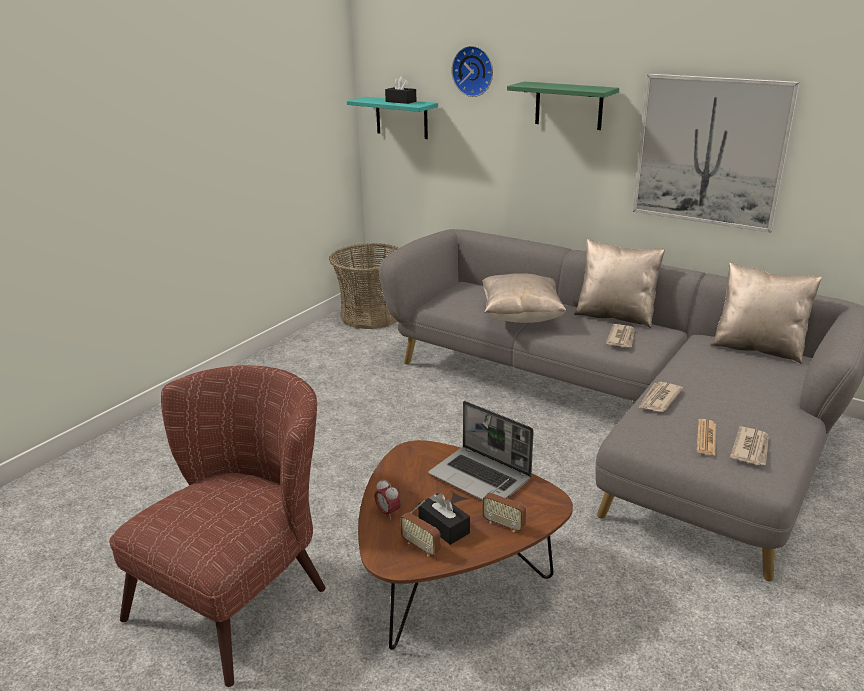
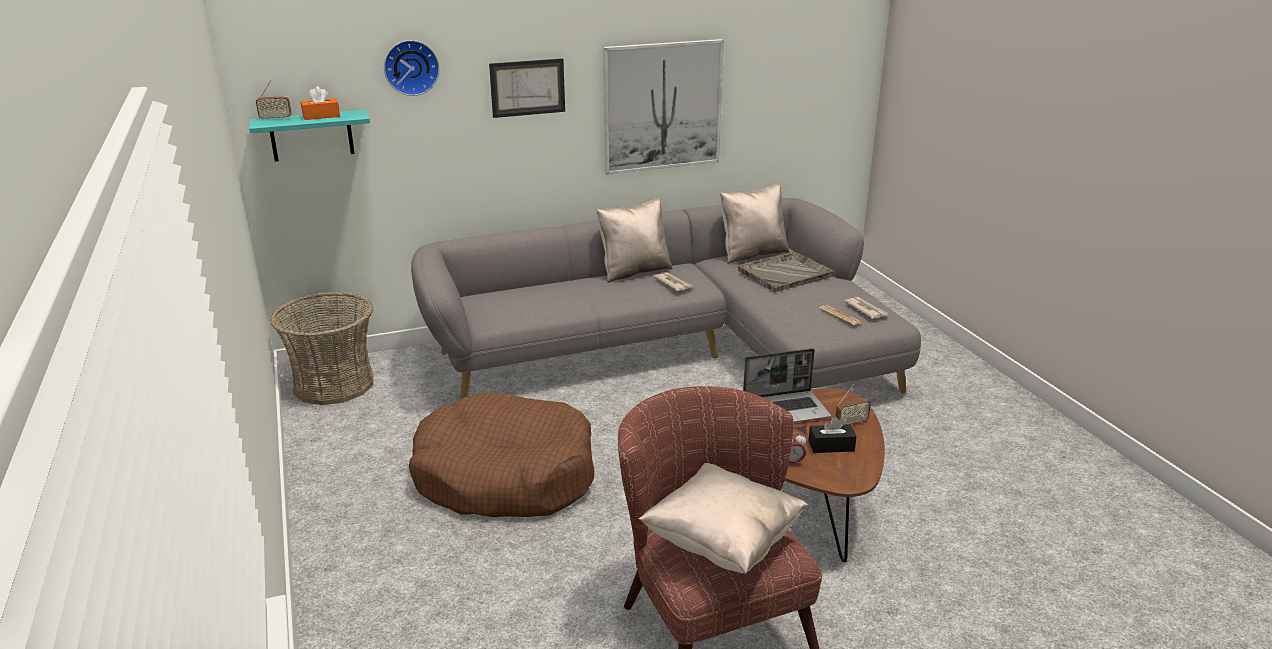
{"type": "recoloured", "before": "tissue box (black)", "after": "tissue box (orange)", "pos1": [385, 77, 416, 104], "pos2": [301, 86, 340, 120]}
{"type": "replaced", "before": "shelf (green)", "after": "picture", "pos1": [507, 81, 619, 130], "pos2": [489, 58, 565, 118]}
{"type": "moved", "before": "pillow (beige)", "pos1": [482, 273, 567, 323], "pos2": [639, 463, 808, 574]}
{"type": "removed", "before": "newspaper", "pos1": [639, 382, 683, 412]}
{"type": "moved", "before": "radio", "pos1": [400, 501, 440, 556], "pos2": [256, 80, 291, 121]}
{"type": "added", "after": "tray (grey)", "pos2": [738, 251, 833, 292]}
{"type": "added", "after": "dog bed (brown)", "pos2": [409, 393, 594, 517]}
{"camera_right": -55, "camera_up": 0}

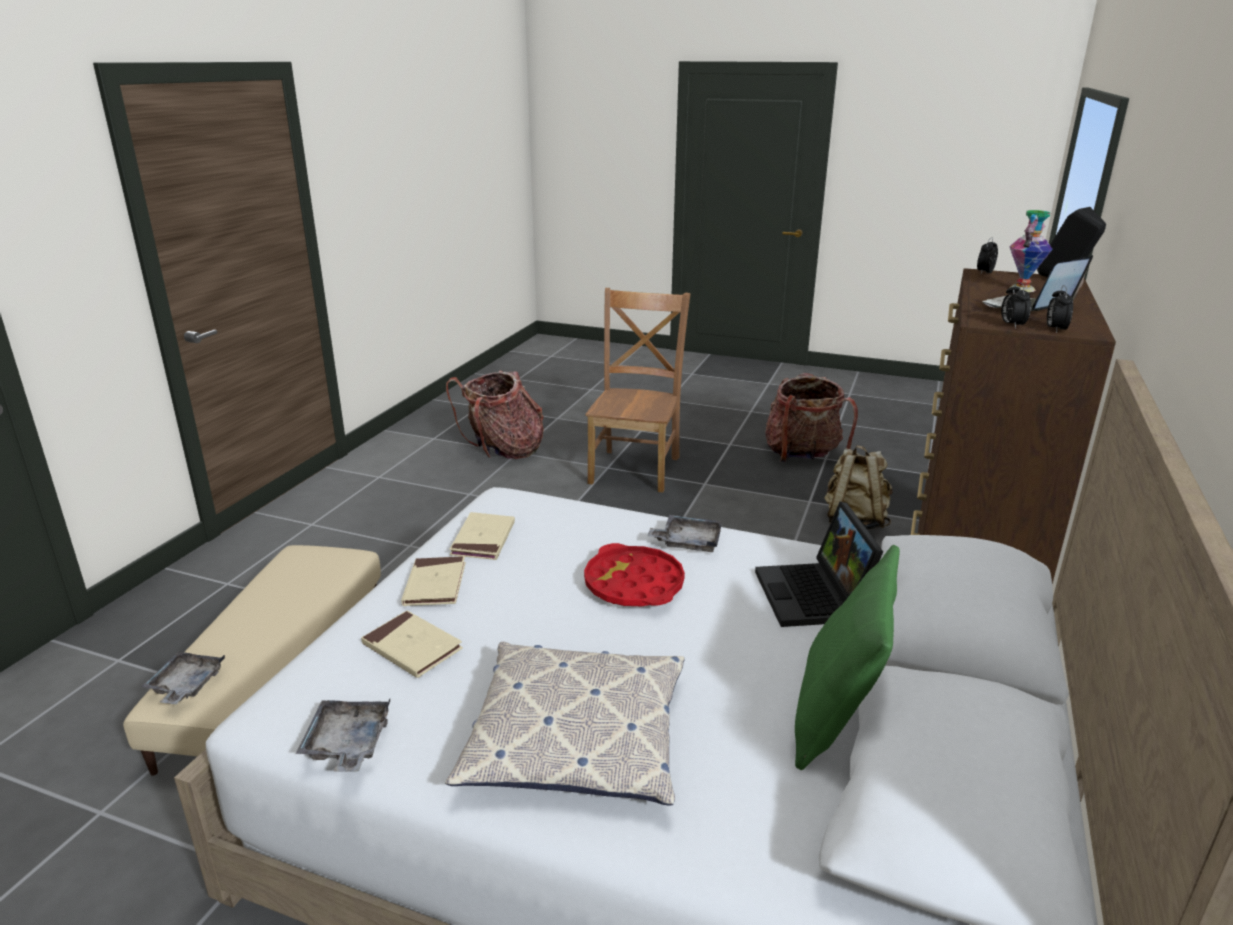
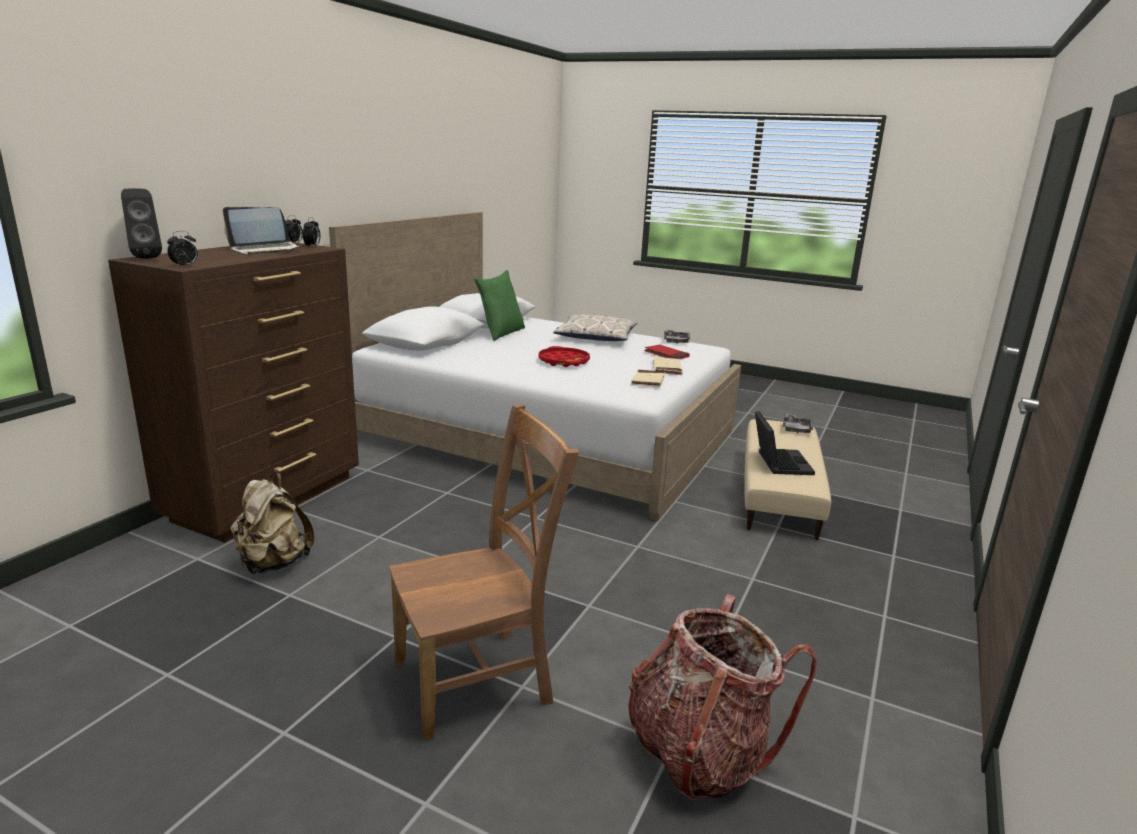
{"type": "removed", "before": "vase", "pos1": [1009, 210, 1053, 292]}
{"type": "turned", "before": "chair (brown)", "pos1": [586, 288, 690, 492], "pos2": [389, 403, 579, 741], "turn": -135}
{"type": "removed", "before": "backpack", "pos1": [765, 373, 858, 462]}
{"type": "moved", "before": "laptop", "pos1": [755, 502, 883, 627], "pos2": [755, 411, 815, 475]}
{"type": "removed", "before": "tray (grey)", "pos1": [647, 515, 722, 552]}
{"type": "recoloured", "before": "book (beige)", "after": "book (red)", "pos1": [361, 611, 463, 678], "pos2": [644, 344, 690, 359]}
{"camera_right": -175, "camera_up": -5}

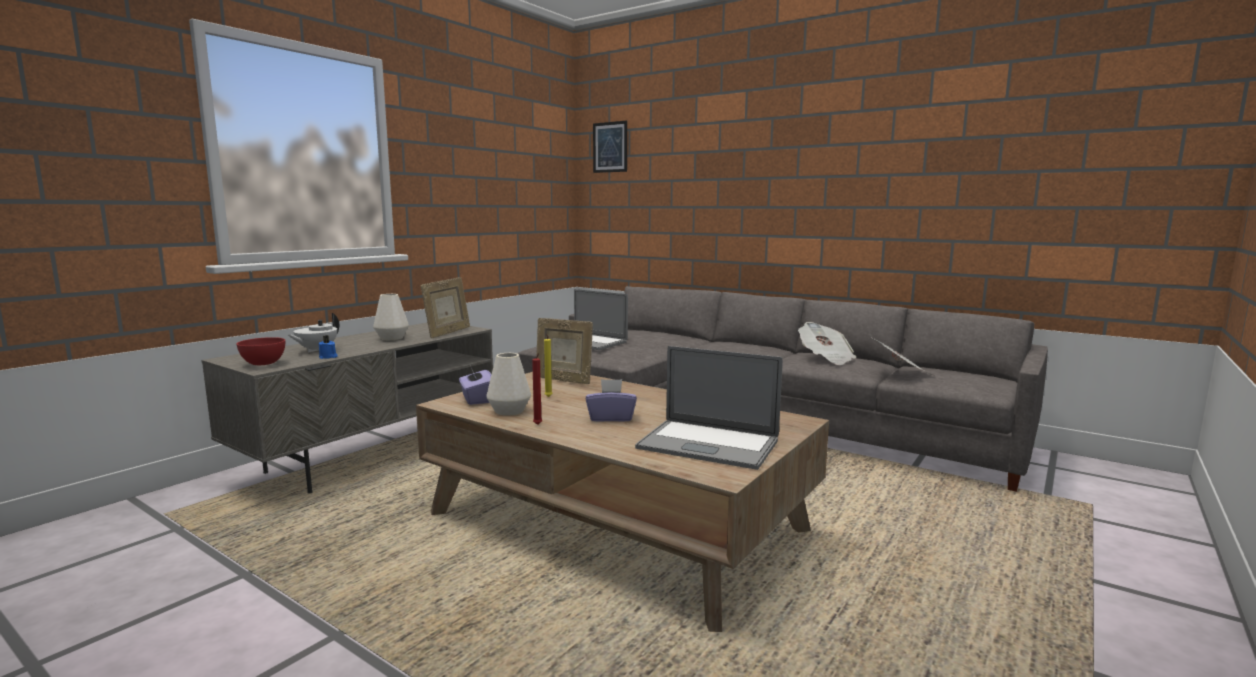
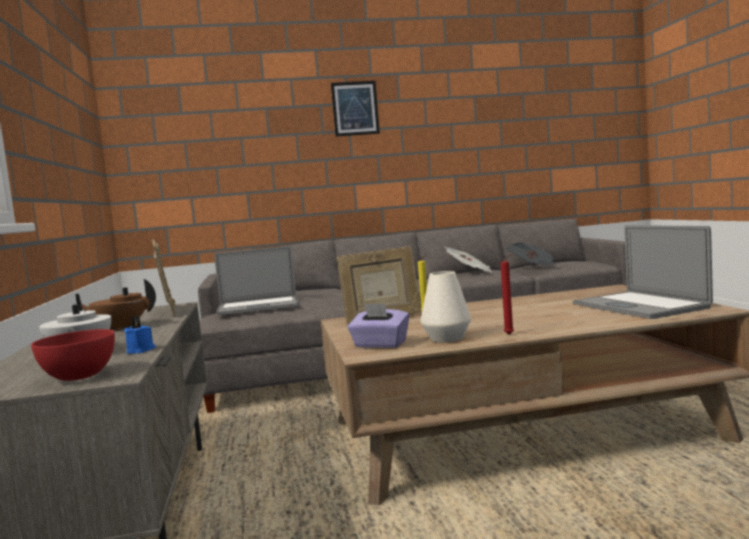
{"type": "moved", "before": "picture", "pos1": [593, 120, 627, 173], "pos2": [331, 81, 380, 136]}
{"type": "replaced", "before": "vase (white)", "after": "teapot (brown)", "pos1": [373, 294, 409, 340], "pos2": [81, 279, 156, 331]}
{"type": "turned", "before": "laptop", "pos1": [635, 346, 783, 470], "pos2": [573, 225, 713, 319], "turn": 90}
{"type": "removed", "before": "tissue box (purple)", "pos1": [586, 379, 637, 422]}
{"camera_right": -45, "camera_up": -5}

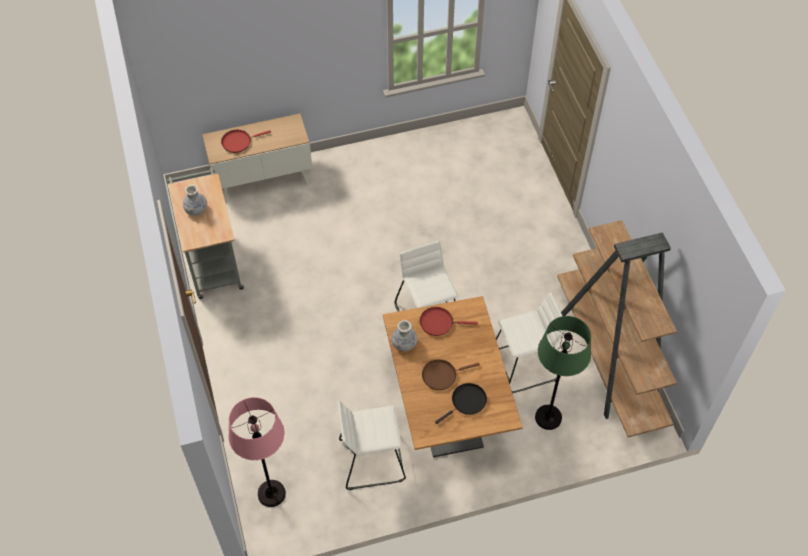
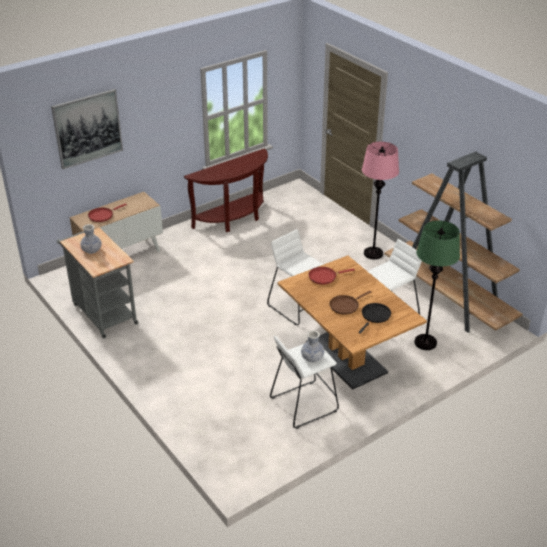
{"type": "moved", "before": "vase", "pos1": [392, 320, 417, 351], "pos2": [301, 330, 324, 362]}
{"type": "moved", "before": "floor lamp (pink)", "pos1": [228, 397, 286, 507], "pos2": [362, 142, 399, 259]}
{"type": "added", "after": "picture", "pos2": [51, 89, 123, 169]}
{"type": "added", "after": "console table (brown)", "pos2": [184, 149, 268, 232]}
{"camera_right": -20, "camera_up": -20}

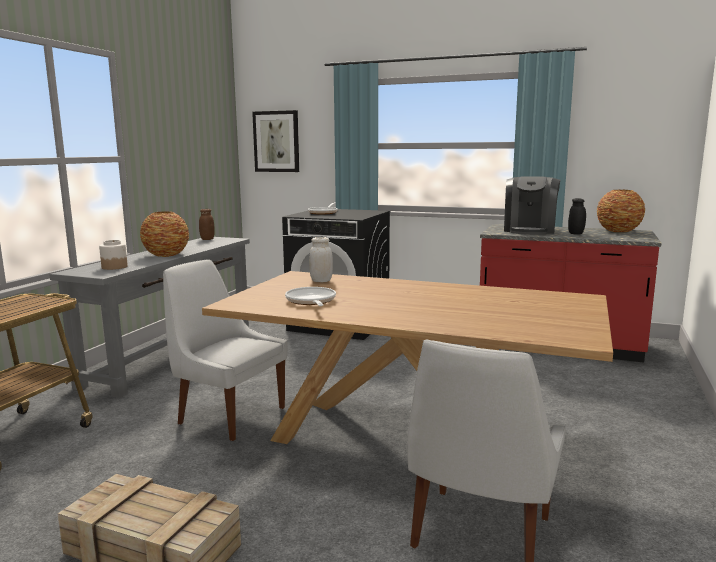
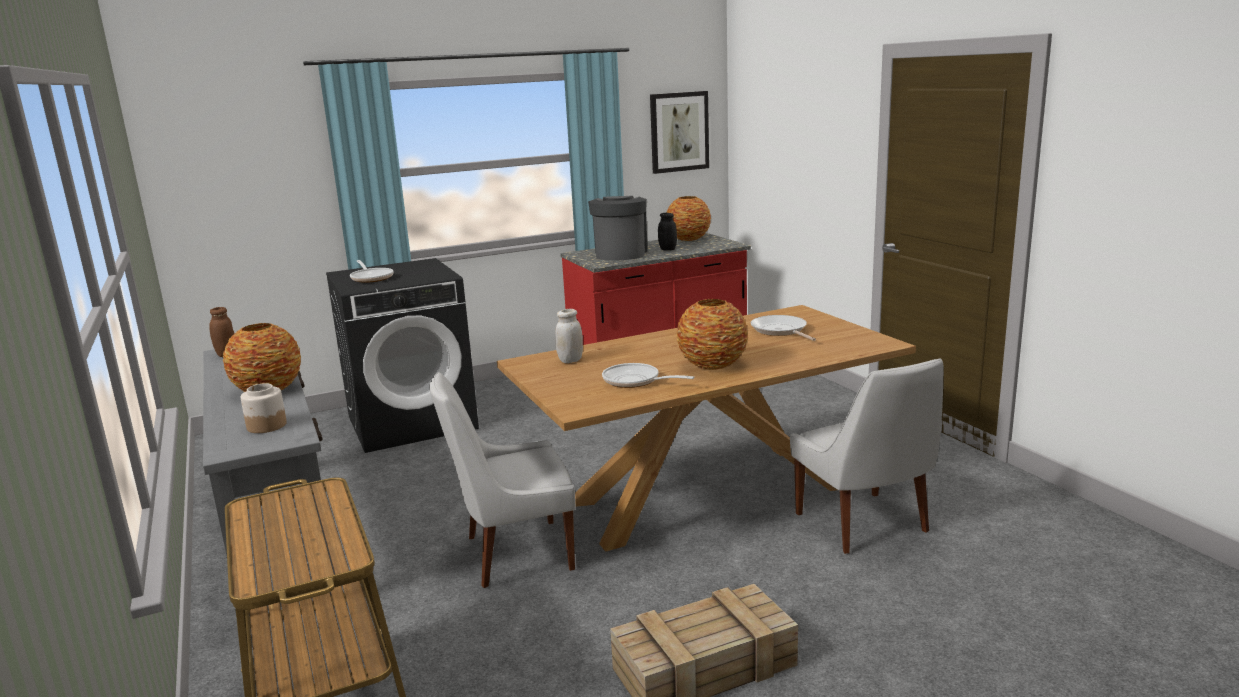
{"type": "moved", "before": "picture", "pos1": [252, 110, 299, 172], "pos2": [650, 91, 709, 174]}
{"type": "turned", "before": "coffee machine", "pos1": [504, 176, 560, 235], "pos2": [588, 196, 648, 260], "turn": -150}
{"type": "added", "after": "vase", "pos2": [677, 299, 748, 370]}
{"type": "added", "after": "frying pan", "pos2": [751, 315, 816, 341]}
{"camera_right": -45, "camera_up": 5}

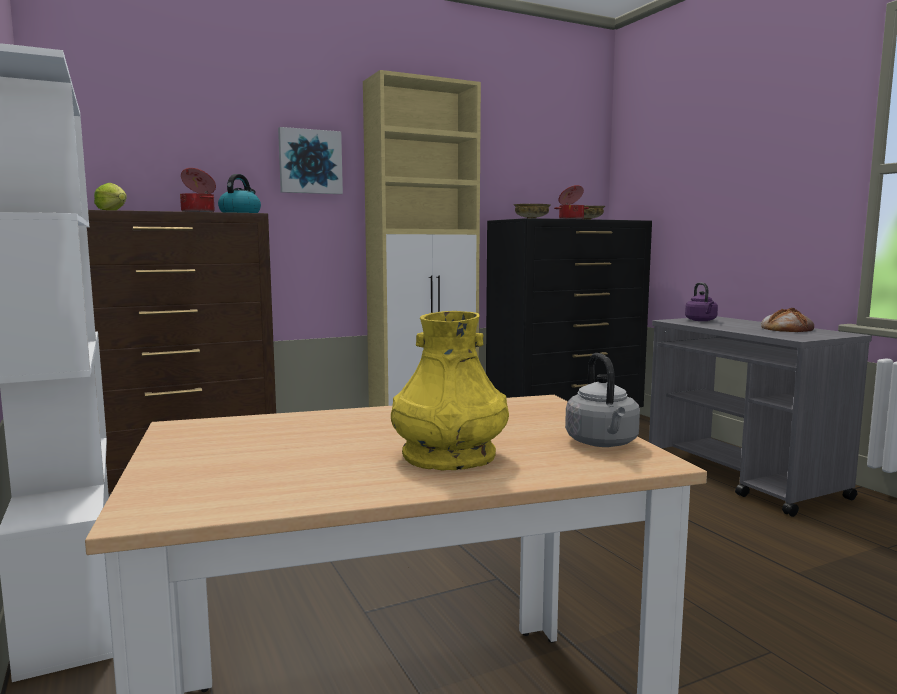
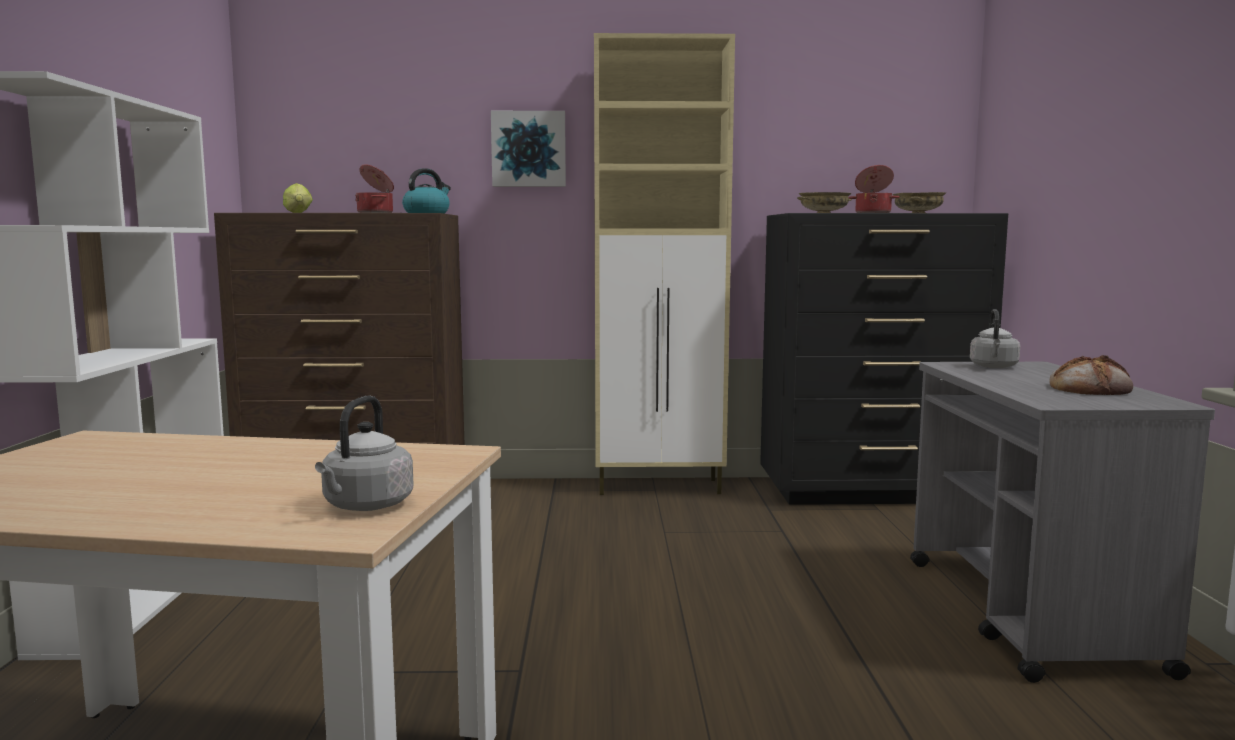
{"type": "recoloured", "before": "kettle (purple)", "after": "kettle (grey)", "pos1": [685, 282, 718, 321], "pos2": [970, 309, 1020, 368]}
{"type": "removed", "before": "vase (yellow)", "pos1": [391, 311, 509, 471]}
{"camera_right": 25, "camera_up": 0}

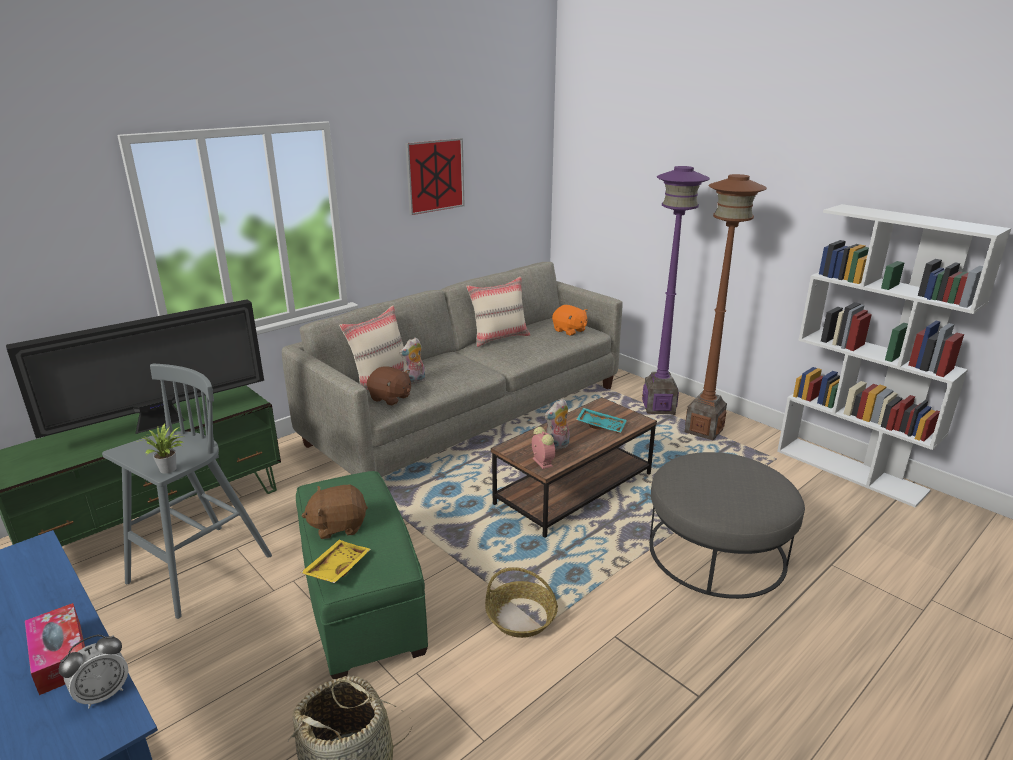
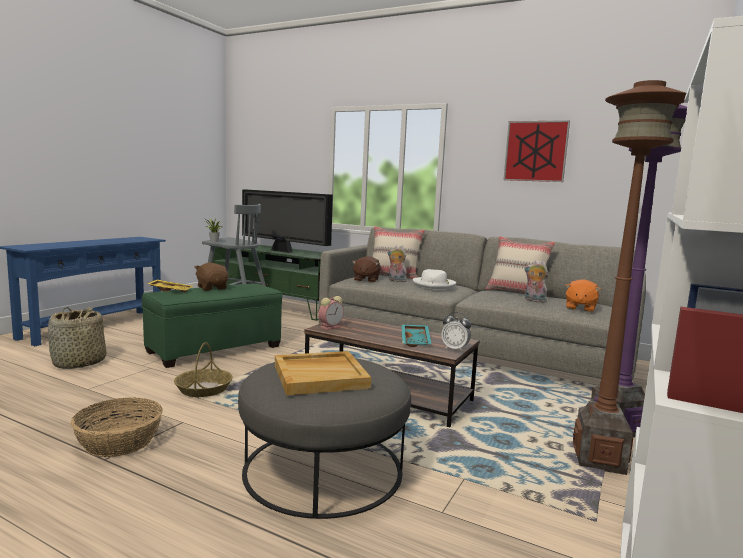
{"type": "moved", "before": "plush toy", "pos1": [545, 399, 570, 450], "pos2": [524, 260, 548, 303]}
{"type": "removed", "before": "tissue box", "pos1": [25, 603, 85, 695]}
{"type": "moved", "before": "alarm clock", "pos1": [59, 634, 129, 709], "pos2": [441, 312, 471, 352]}
{"type": "added", "after": "hat (white)", "pos2": [413, 269, 456, 289]}
{"type": "added", "after": "tray (beige)", "pos2": [275, 351, 371, 396]}
{"type": "added", "after": "basket", "pos2": [71, 397, 163, 457]}
{"camera_right": 70, "camera_up": -15}

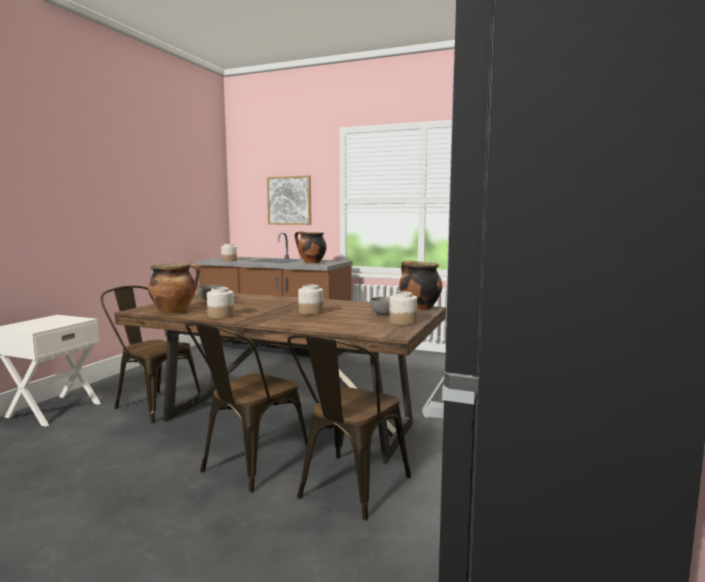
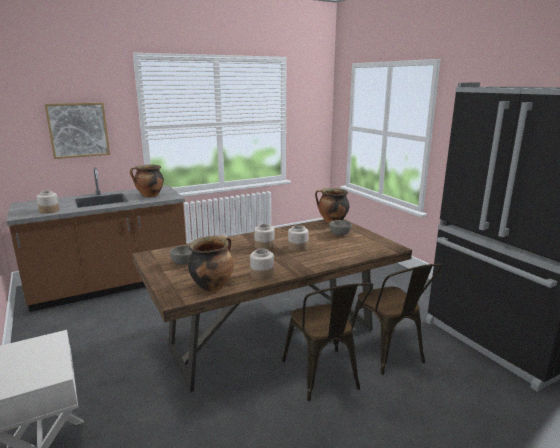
{"type": "removed", "before": "chair (brown)", "pos1": [101, 286, 204, 423]}
{"type": "moved", "before": "jar", "pos1": [389, 292, 417, 325], "pos2": [254, 224, 275, 250]}
{"camera_right": -50, "camera_up": 10}

